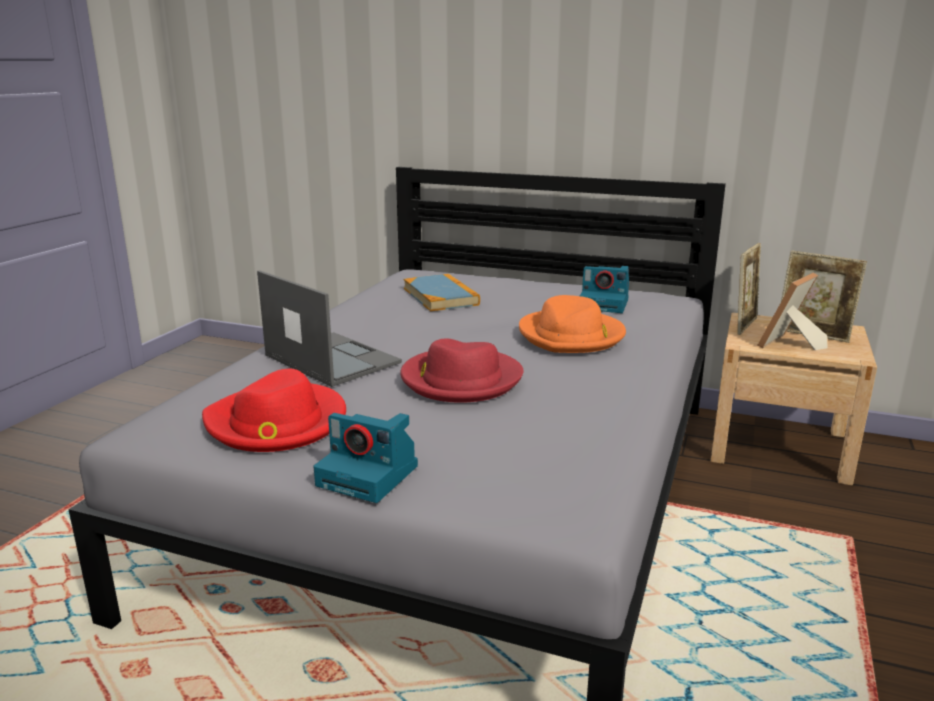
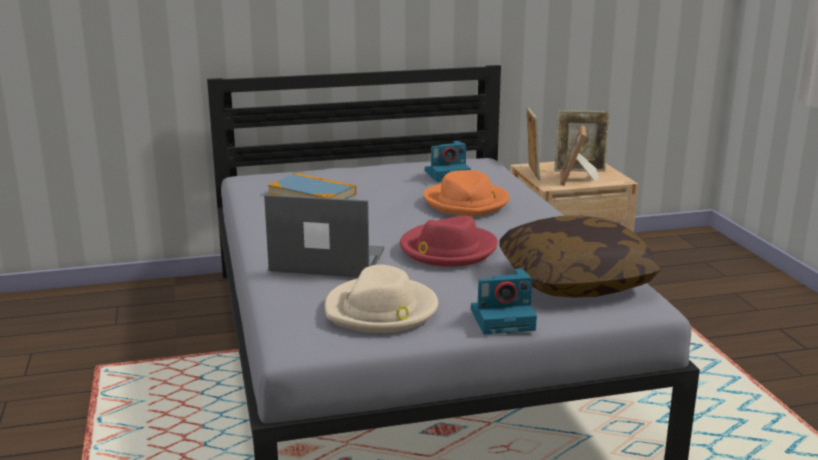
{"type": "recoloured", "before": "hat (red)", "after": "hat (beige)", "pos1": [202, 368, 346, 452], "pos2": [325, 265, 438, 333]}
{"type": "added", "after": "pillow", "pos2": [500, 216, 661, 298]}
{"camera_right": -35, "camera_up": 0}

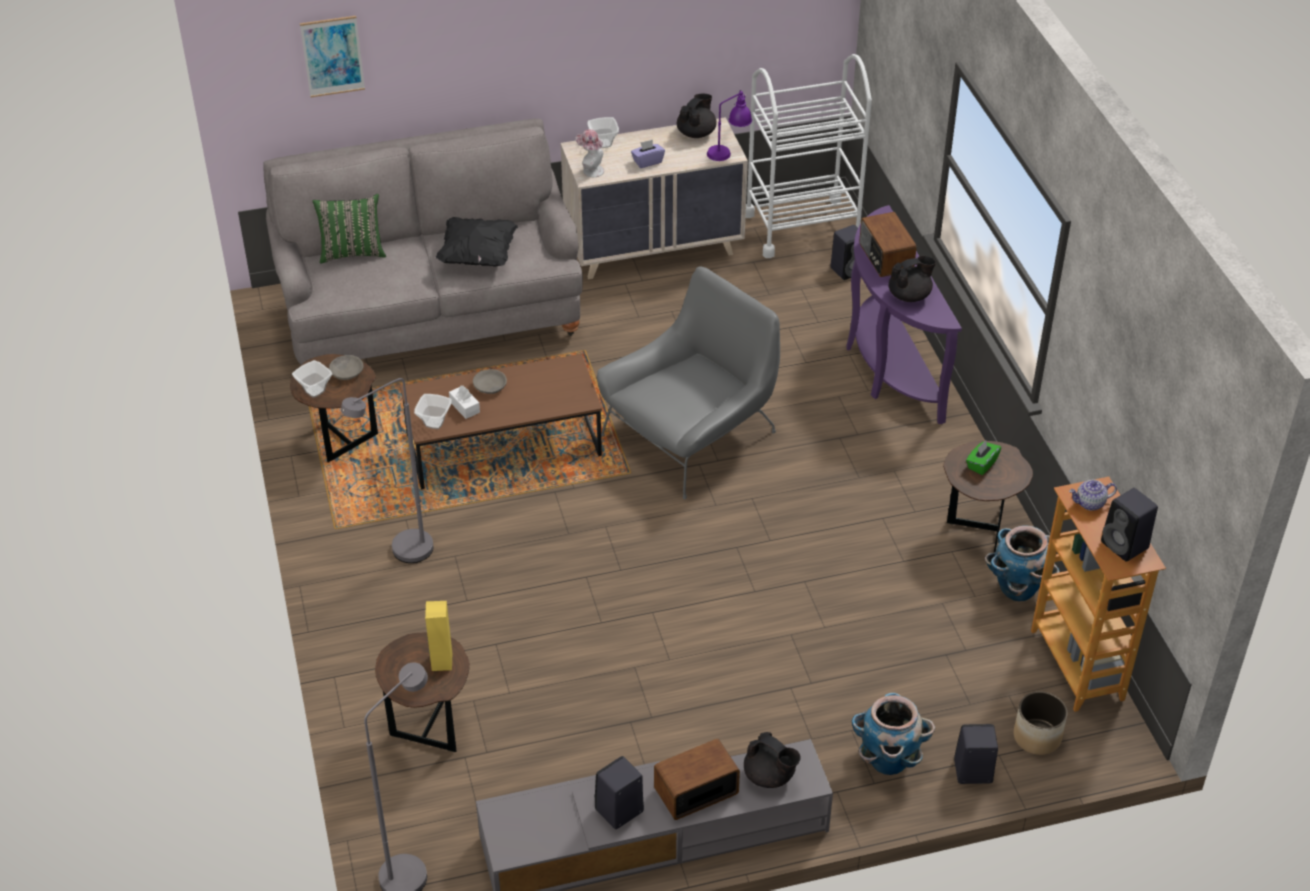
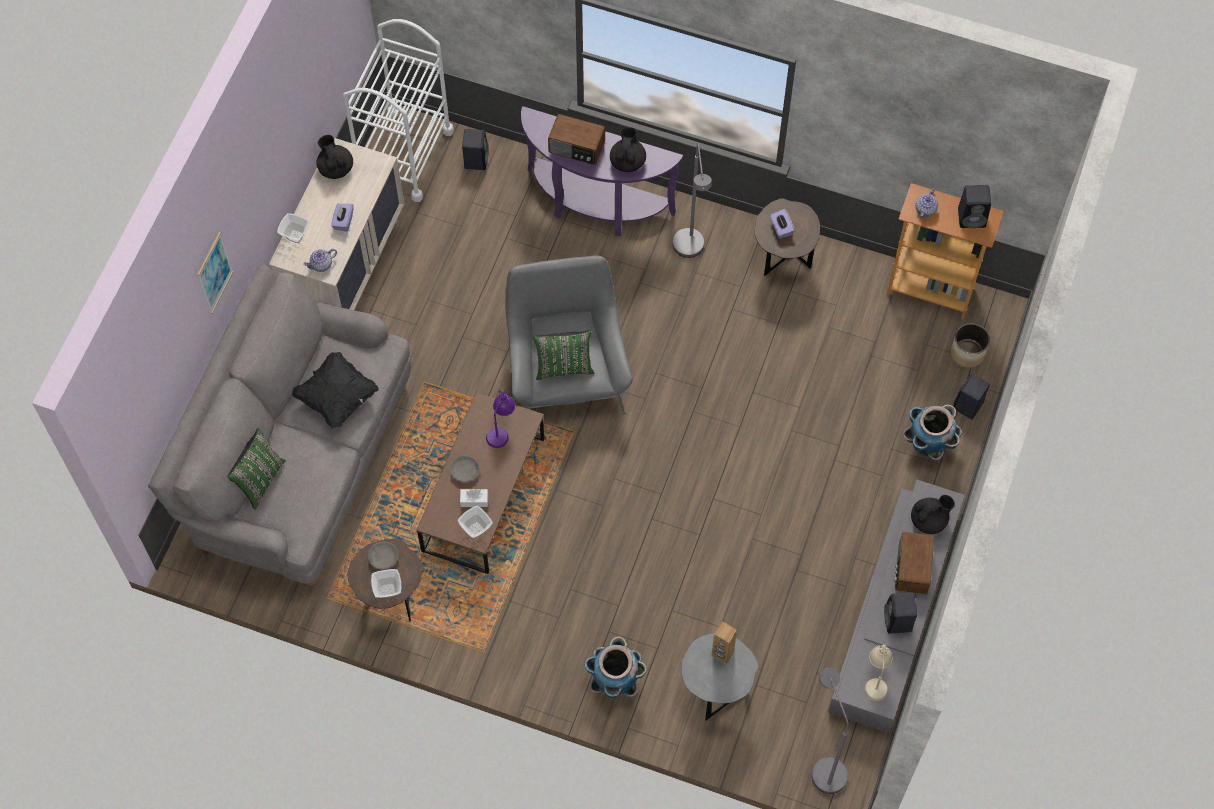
{"type": "moved", "before": "picture", "pos1": [300, 16, 365, 98], "pos2": [197, 232, 233, 314]}
{"type": "moved", "before": "table lamp (purple)", "pos1": [707, 90, 752, 161], "pos2": [486, 389, 515, 448]}
{"type": "replaced", "before": "hat", "after": "teapot", "pos1": [576, 129, 604, 177], "pos2": [303, 249, 337, 272]}
{"type": "moved", "before": "floor lamp (grey)", "pos1": [341, 378, 433, 563], "pos2": [673, 142, 712, 258]}
{"type": "recoloured", "before": "tissue box (green)", "after": "tissue box (purple)", "pos1": [966, 441, 1001, 475], "pos2": [770, 209, 794, 239]}
{"type": "moved", "before": "planter", "pos1": [985, 525, 1059, 601], "pos2": [585, 636, 647, 698]}
{"type": "recoloured", "before": "speaker (yellow)", "after": "speaker (brown)", "pos1": [425, 601, 452, 671], "pos2": [711, 621, 737, 664]}
{"type": "recoloured", "before": "side table (brown)", "after": "side table (grey)", "pos1": [375, 632, 470, 752], "pos2": [682, 633, 758, 720]}
{"type": "added", "after": "pillow (green)", "pos2": [533, 330, 594, 380]}
{"type": "added", "after": "table lamp (beige)", "pos2": [865, 643, 893, 701]}
{"camera_right": -55, "camera_up": 20}

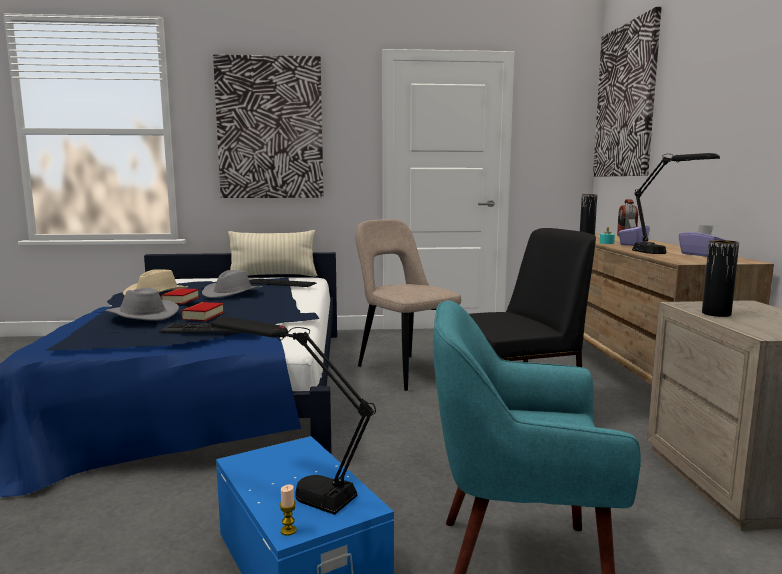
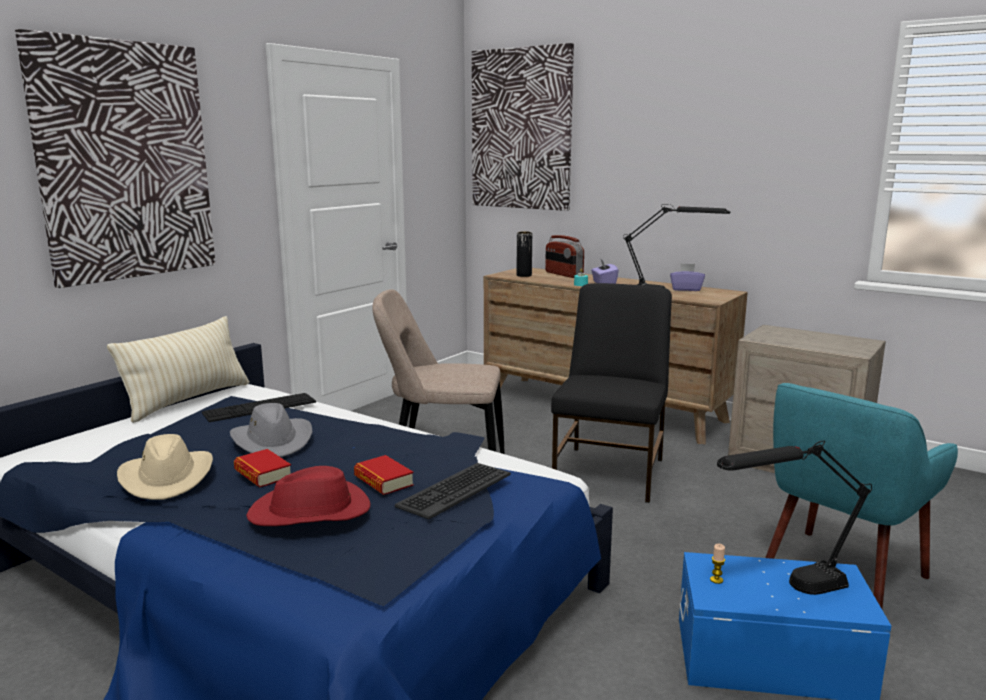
{"type": "removed", "before": "vase (black)", "pos1": [702, 240, 739, 317]}
{"type": "recoloured", "before": "hat (grey)", "after": "hat (red)", "pos1": [105, 288, 179, 321], "pos2": [246, 466, 371, 526]}
{"type": "moved", "before": "candle", "pos1": [280, 484, 297, 536], "pos2": [710, 544, 725, 584]}
{"camera_right": -50, "camera_up": 5}

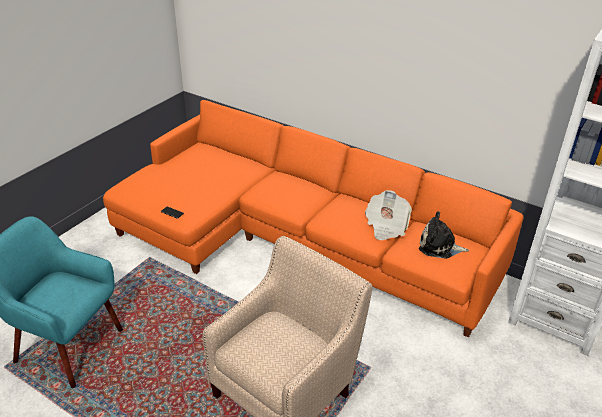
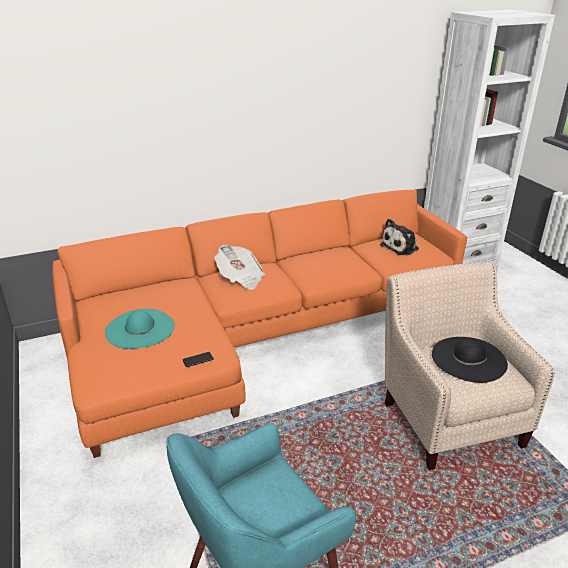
{"type": "moved", "before": "newspaper", "pos1": [365, 190, 412, 240], "pos2": [214, 245, 265, 290]}
{"type": "added", "after": "hat (turquoise)", "pos2": [105, 309, 175, 349]}
{"type": "added", "after": "hat (black)", "pos2": [432, 337, 508, 383]}
{"camera_right": -55, "camera_up": -5}

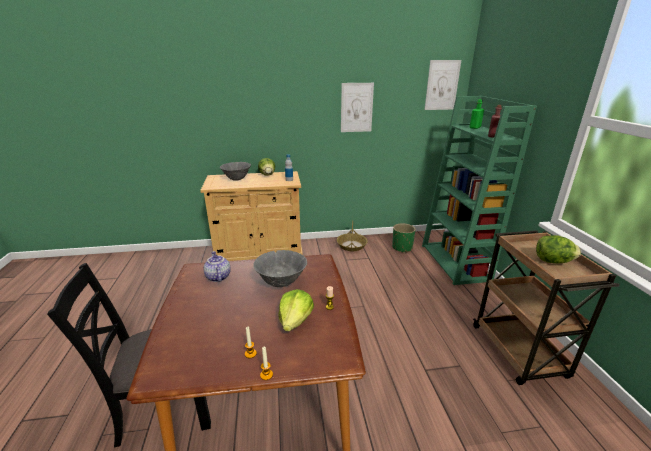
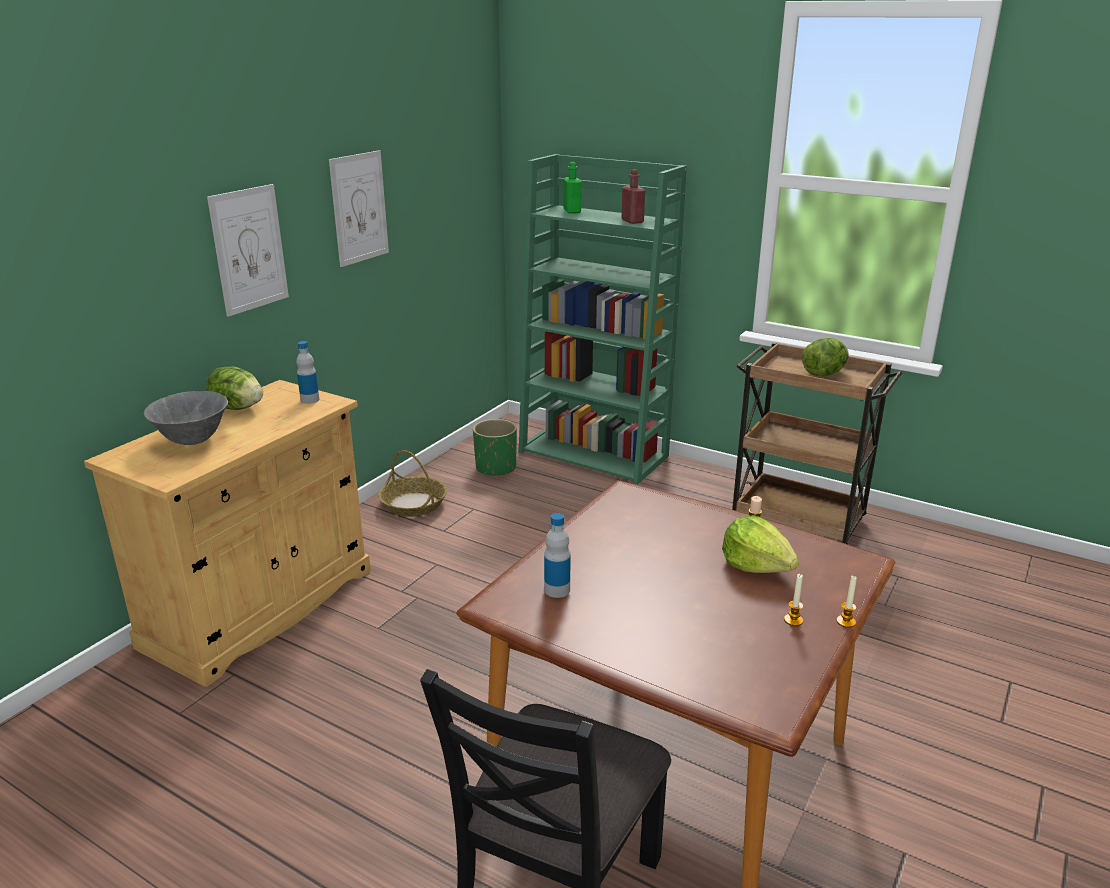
{"type": "moved", "before": "picture", "pos1": [424, 60, 461, 110], "pos2": [207, 184, 289, 317]}
{"type": "removed", "before": "bowl (grey)", "pos1": [253, 250, 307, 287]}
{"type": "replaced", "before": "teapot", "after": "bottle", "pos1": [204, 251, 231, 282], "pos2": [544, 513, 571, 598]}
{"camera_right": -50, "camera_up": 0}

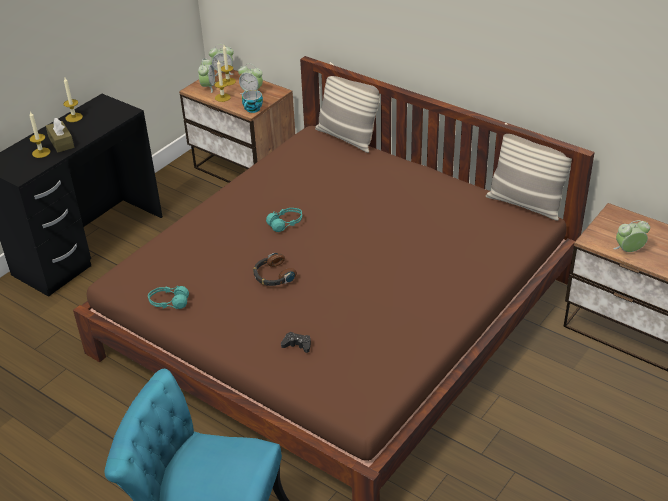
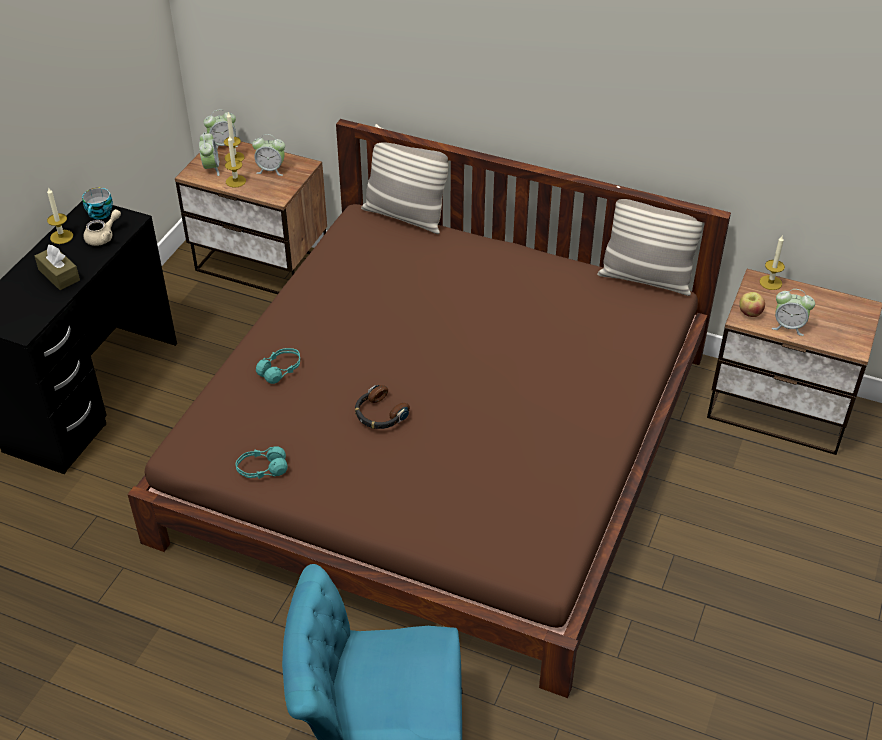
{"type": "moved", "before": "cup", "pos1": [242, 90, 263, 113], "pos2": [82, 188, 113, 220]}
{"type": "moved", "before": "candle", "pos1": [29, 111, 51, 158], "pos2": [760, 236, 785, 290]}
{"type": "moved", "before": "headphones (turquoise)", "pos1": [266, 208, 302, 232], "pos2": [256, 348, 300, 384]}
{"type": "turned", "before": "alarm clock", "pos1": [613, 220, 650, 252], "pos2": [772, 289, 815, 336], "turn": -135}
{"type": "removed", "before": "game controller (black)", "pos1": [281, 332, 311, 353]}
{"type": "added", "after": "teapot (beige)", "pos2": [84, 209, 121, 246]}
{"type": "added", "after": "apple", "pos2": [739, 292, 765, 317]}
{"camera_right": -15, "camera_up": 5}

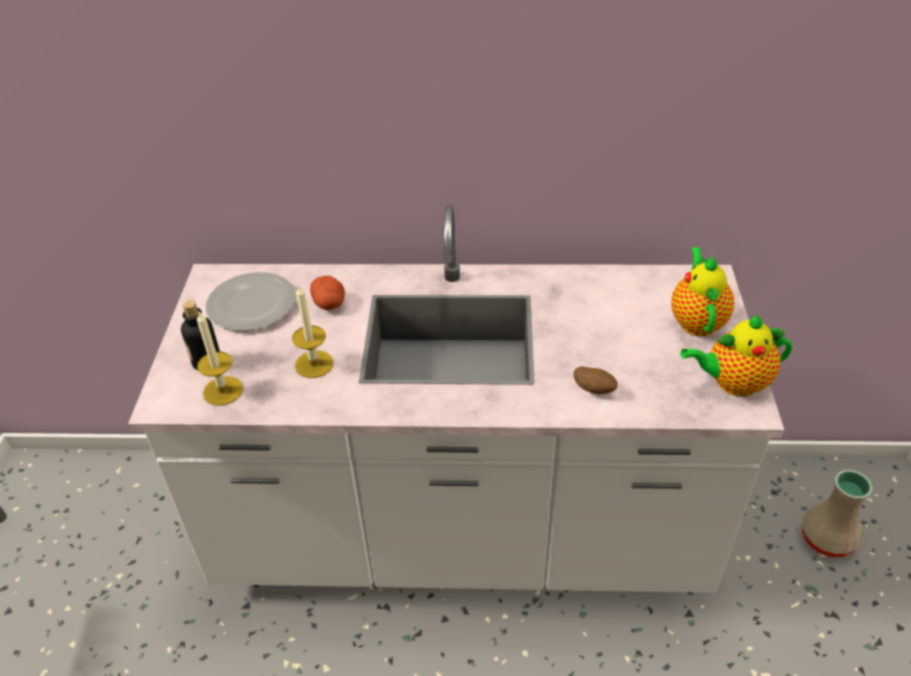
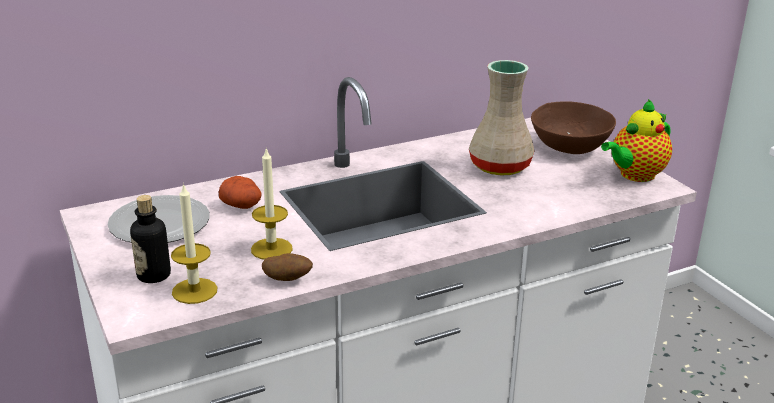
{"type": "replaced", "before": "teapot", "after": "bowl (brown)", "pos1": [672, 247, 734, 337], "pos2": [531, 101, 616, 154]}
{"type": "moved", "before": "potato", "pos1": [574, 366, 618, 394], "pos2": [262, 253, 313, 281]}
{"type": "moved", "before": "vase (beige)", "pos1": [802, 470, 873, 557], "pos2": [469, 60, 534, 176]}
{"camera_right": -30, "camera_up": -15}

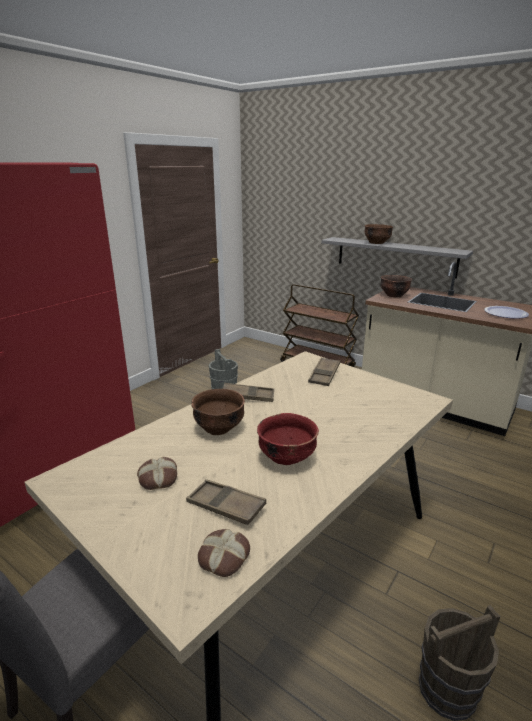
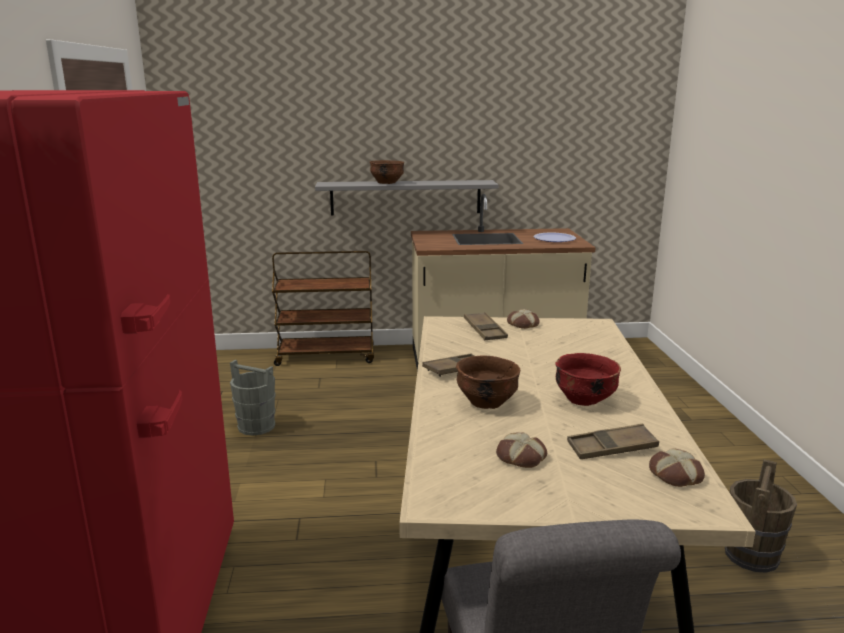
{"type": "removed", "before": "bowl (brown)", "pos1": [380, 275, 412, 297]}
{"type": "added", "after": "bread", "pos2": [507, 309, 540, 329]}
{"camera_right": -40, "camera_up": -5}

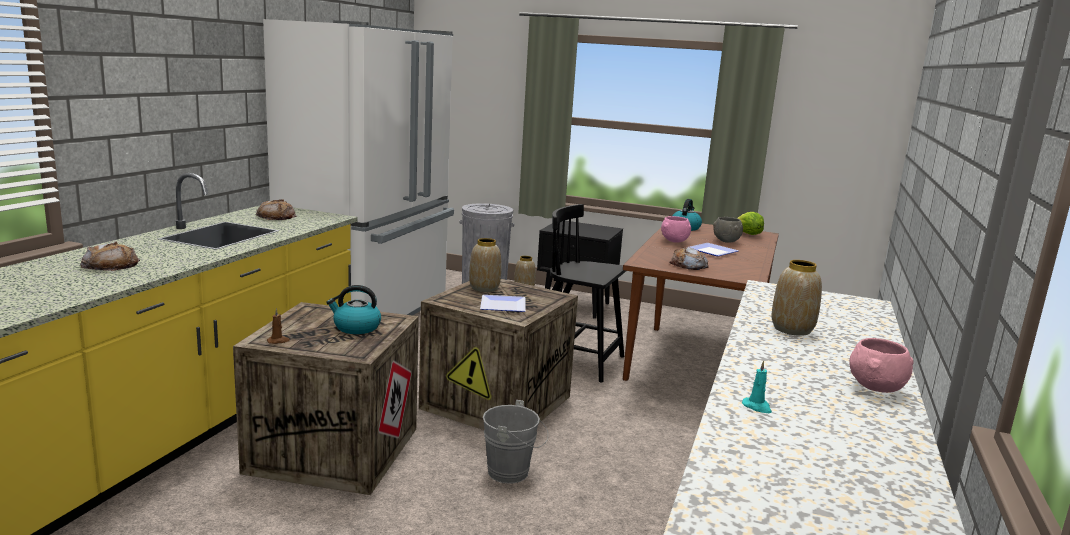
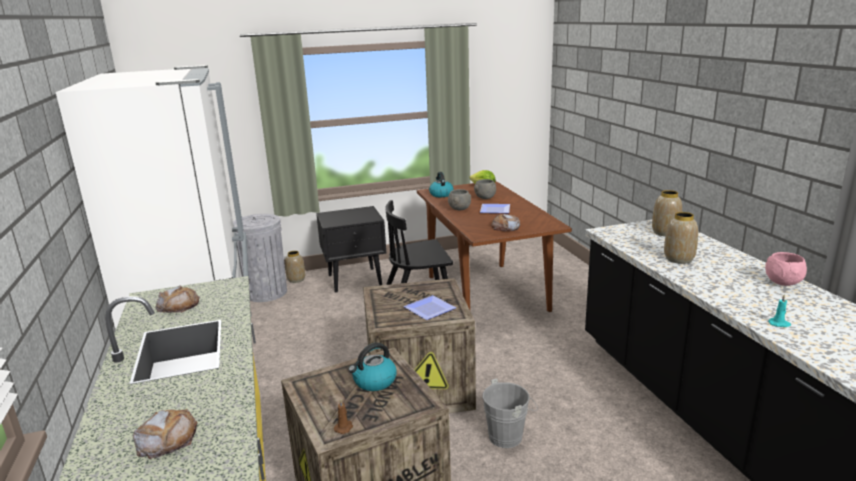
{"type": "recoloured", "before": "bowl (pink)", "after": "bowl (grey)", "pos1": [661, 216, 691, 243], "pos2": [448, 189, 471, 210]}
{"type": "moved", "before": "vase", "pos1": [469, 238, 501, 292], "pos2": [652, 190, 682, 236]}
{"camera_right": -35, "camera_up": 5}

